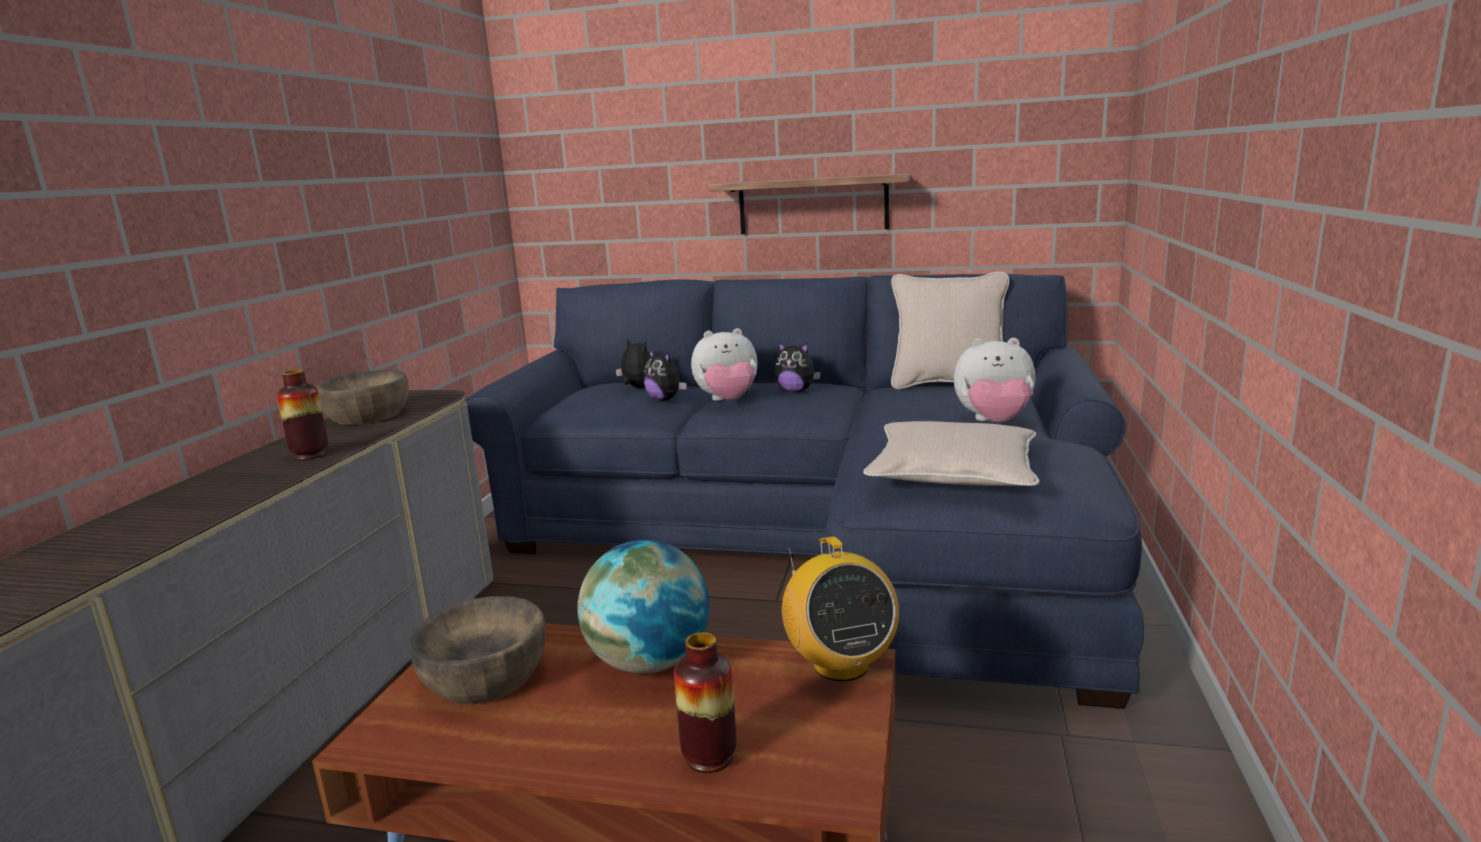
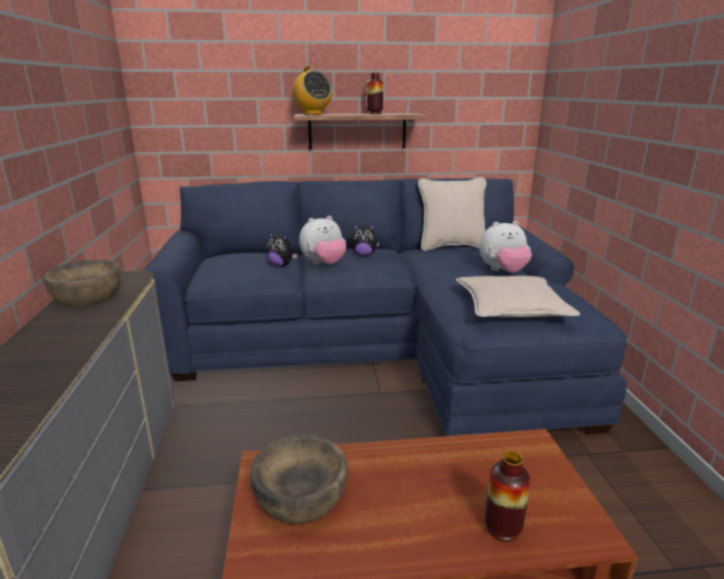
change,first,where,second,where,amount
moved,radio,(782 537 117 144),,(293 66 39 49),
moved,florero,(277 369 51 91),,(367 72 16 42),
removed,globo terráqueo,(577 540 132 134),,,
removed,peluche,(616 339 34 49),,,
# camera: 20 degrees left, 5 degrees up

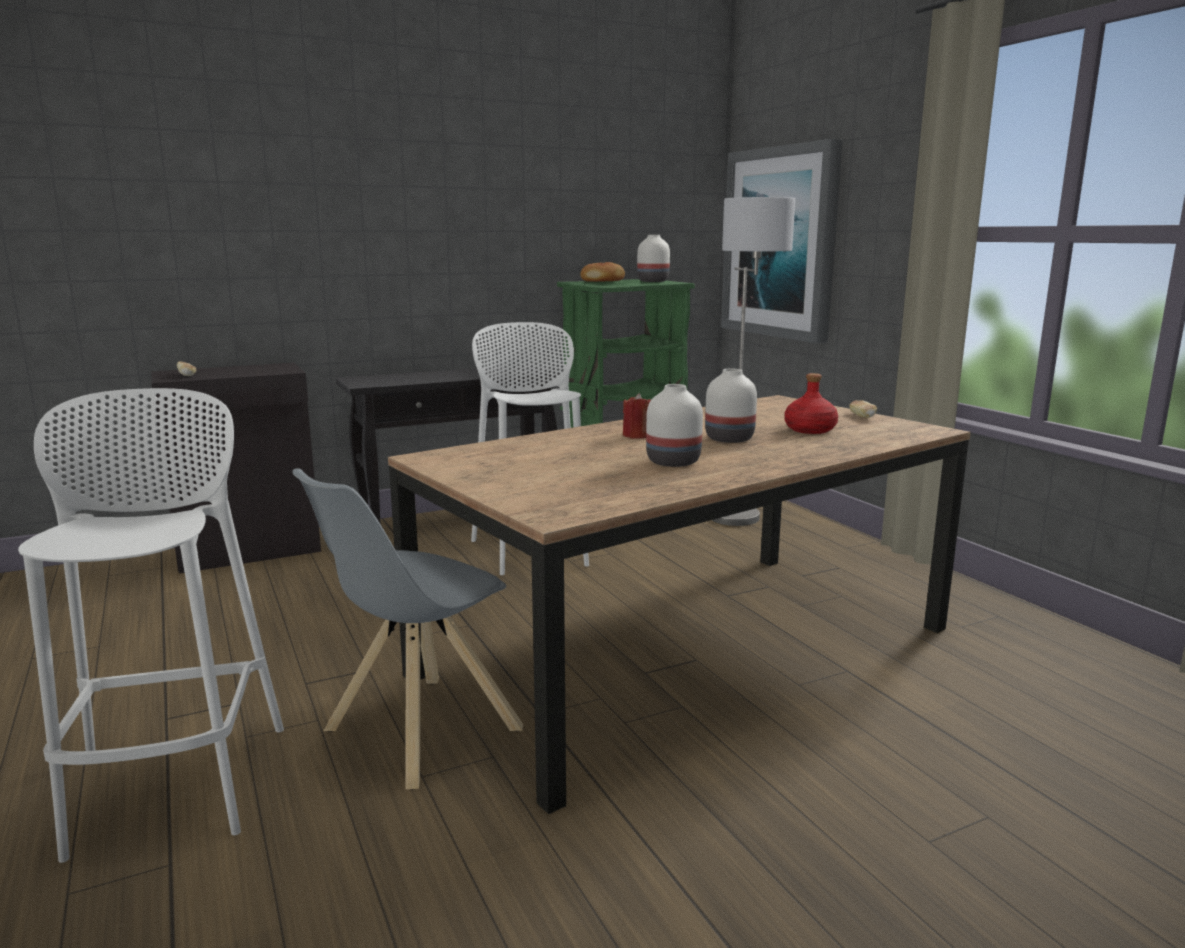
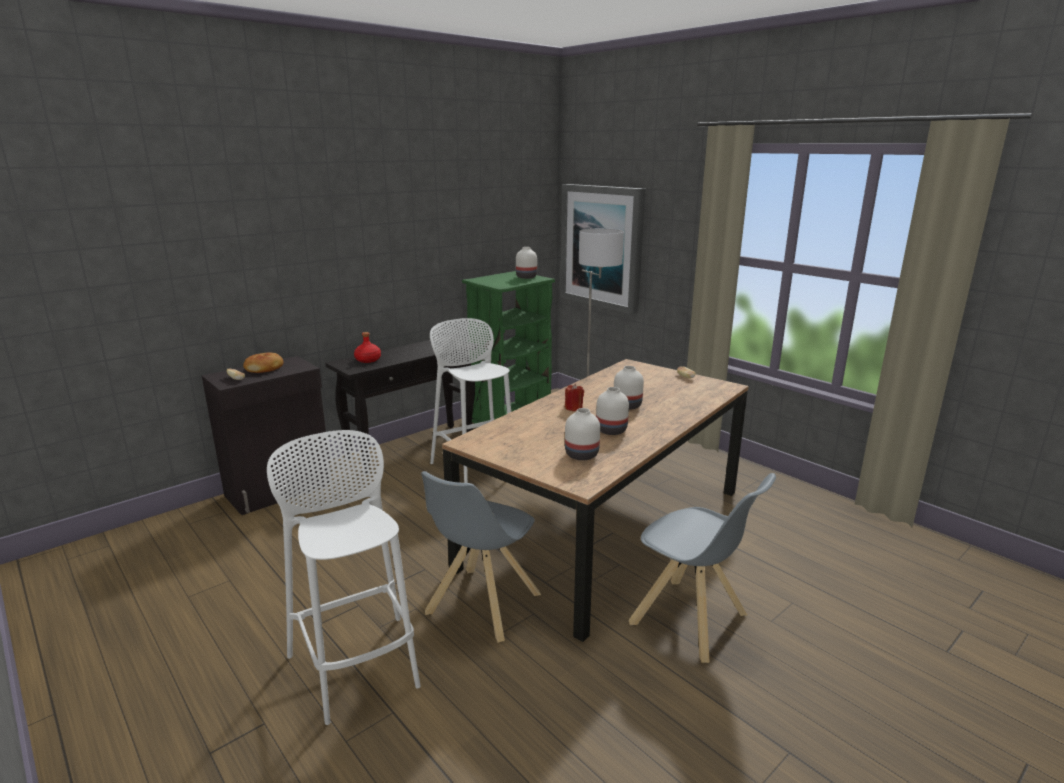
change,first,where,second,where,amount
moved,pan,(580 262 45 20),,(243 352 40 21),
moved,botella [rojo],(784 373 54 61),,(354 332 27 31),
added,,,florero [blanco],(565 408 35 52),
added,,,silla [gris],(628 473 148 190),
# camera: 15 degrees left, 5 degrees up

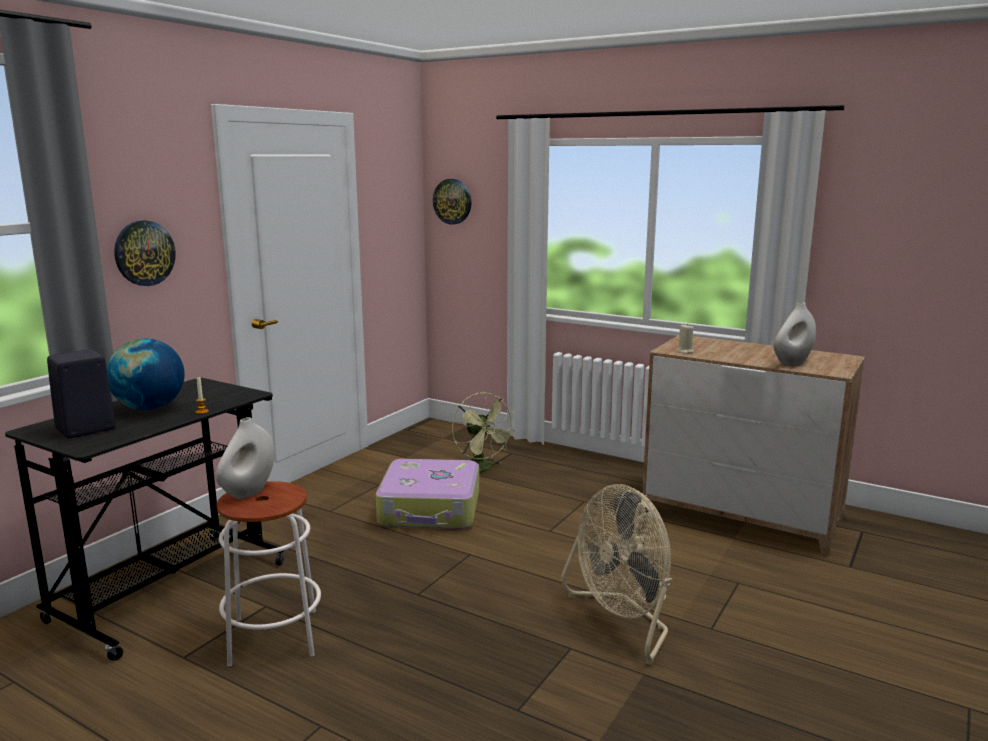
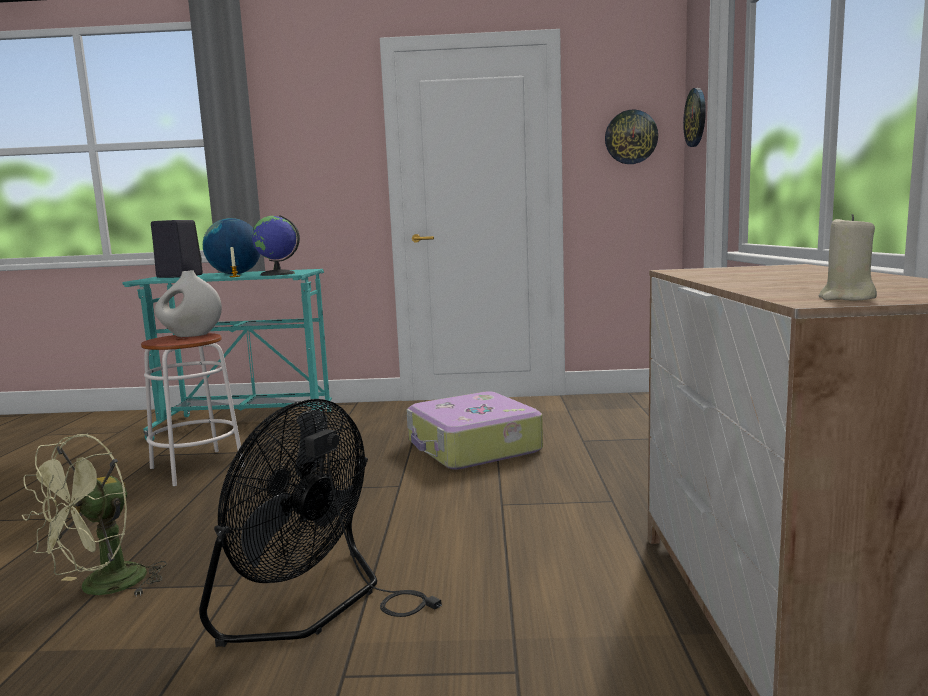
change,first,where,second,where,amount
moved,ventilador [verde],(452 392 64 80),,(22 434 145 162),
recoloured,escritorio [negro],(5 378 279 283),escritorio [turquesa],(122 269 210 172),
recoloured,ventilador [beis],(561 484 112 181),ventilador [negro],(199 399 242 248),
added,,,globo terráqueo,(252 215 48 61),
moved,reloj de pared,(114 220 62 66),,(605 110 53 54),
moved,vela [beis],(677 324 17 30),,(819 214 58 86),
removed,florero [blanco],(773 302 43 64),,,
# camera: 60 degrees right, 5 degrees down

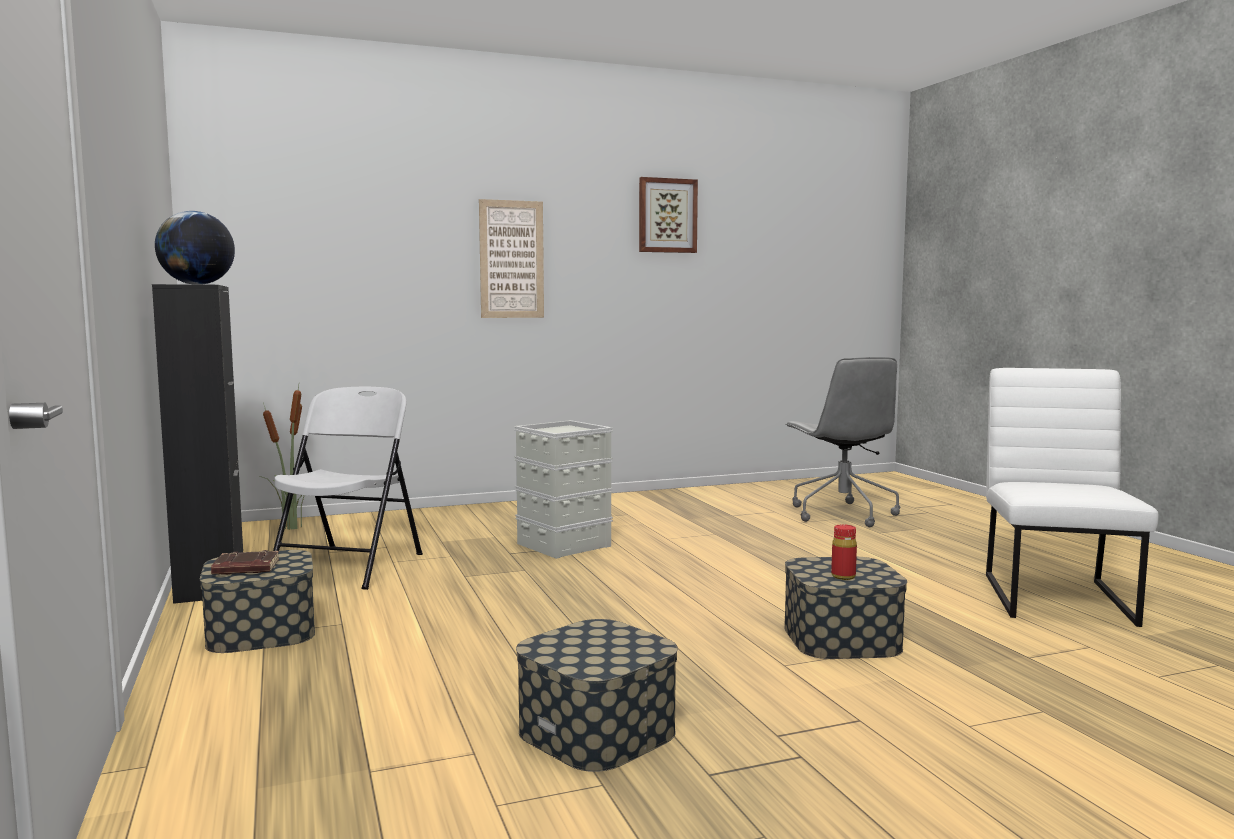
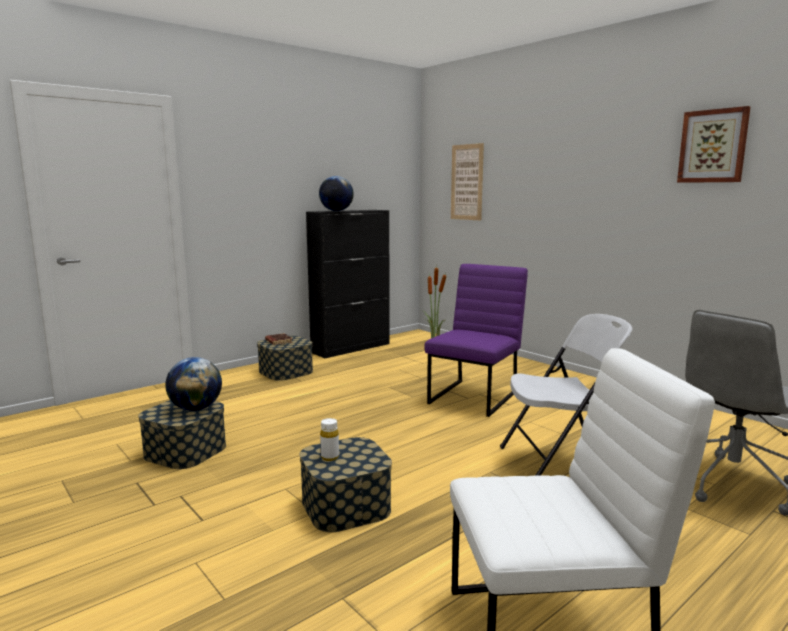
change,first,where,second,where,amount
added,,,globo terráqueo,(165 357 57 54),
recoloured,botella [rojo],(831 524 26 56),botella [blanco],(320 418 19 43),
replaced,caja de almacenaje [gris],(514 420 99 139),silla [morado],(425 264 103 153),
moved,cuadro,(479 199 65 119),,(451 143 33 78),
moved,silla [blanco],(273 387 150 203),,(500 314 132 162),
# camera: 70 degrees right, 5 degrees up

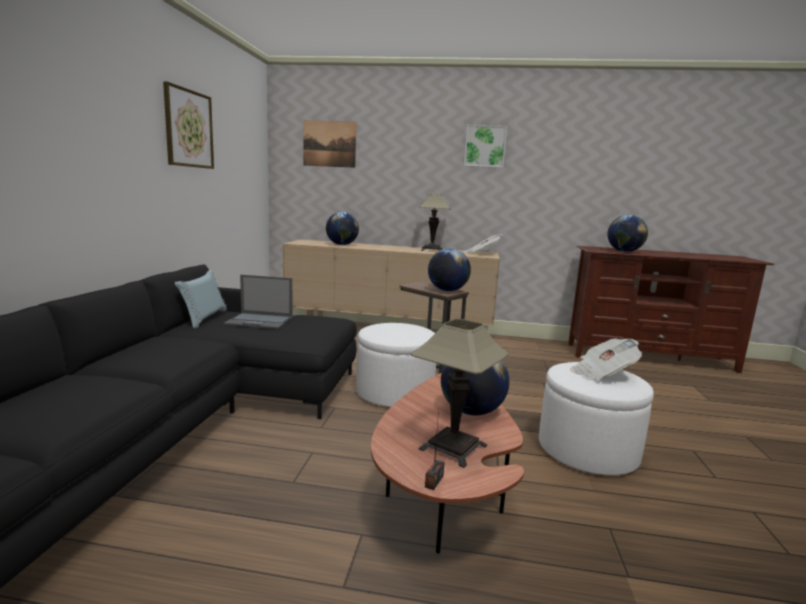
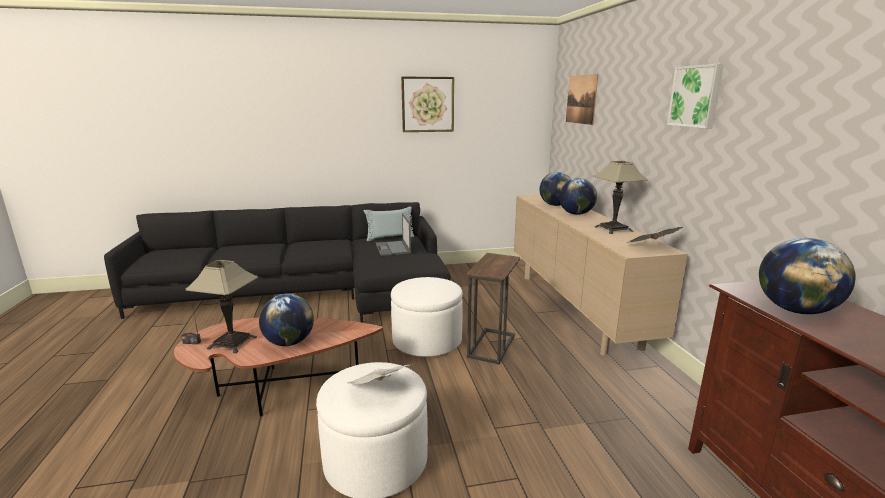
change,first,where,second,where,amount
moved,globo terráqueo,(428 248 43 43),,(559 178 38 37),
# camera: 70 degrees right, 5 degrees up

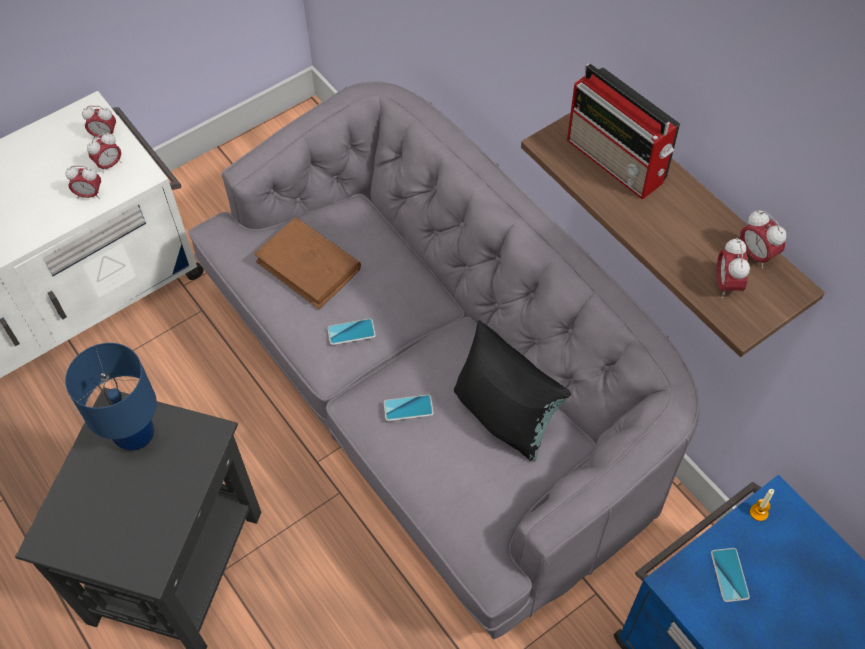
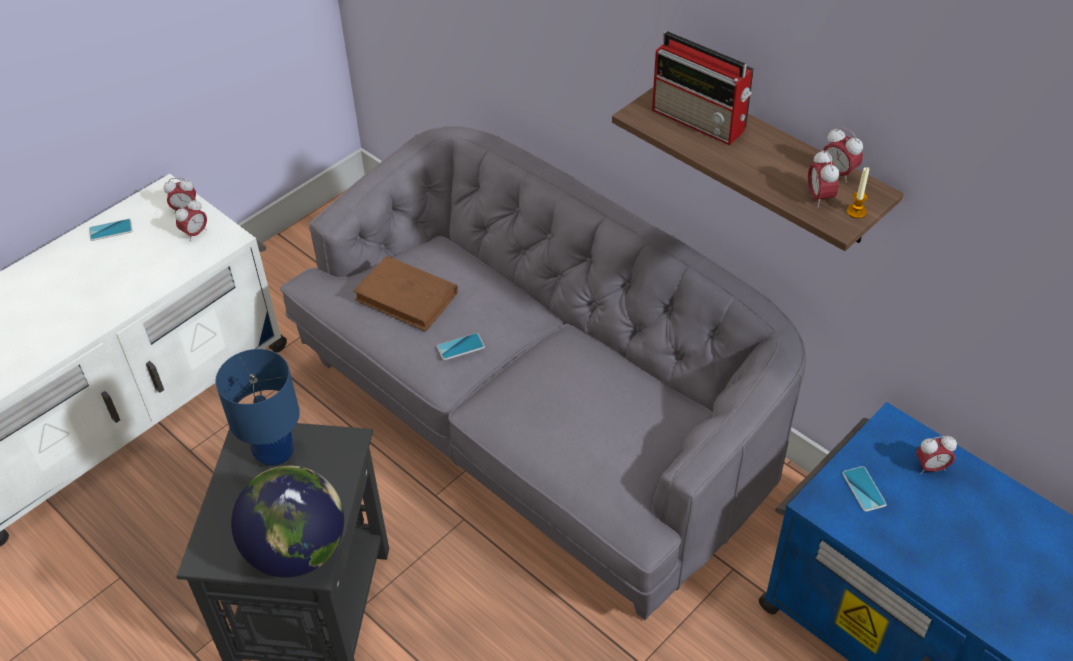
change,first,where,second,where,amount
moved,móvil,(383 395 50 26),,(89 219 44 22),
added,,,globo terráqueo,(231 466 113 112),
moved,vela,(750 489 24 32),,(847 167 22 51),
moved,despertador,(65 166 36 33),,(916 436 41 38),
removed,cojín [negro],(454 320 117 142),,,
# camera: 10 degrees left, 10 degrees down

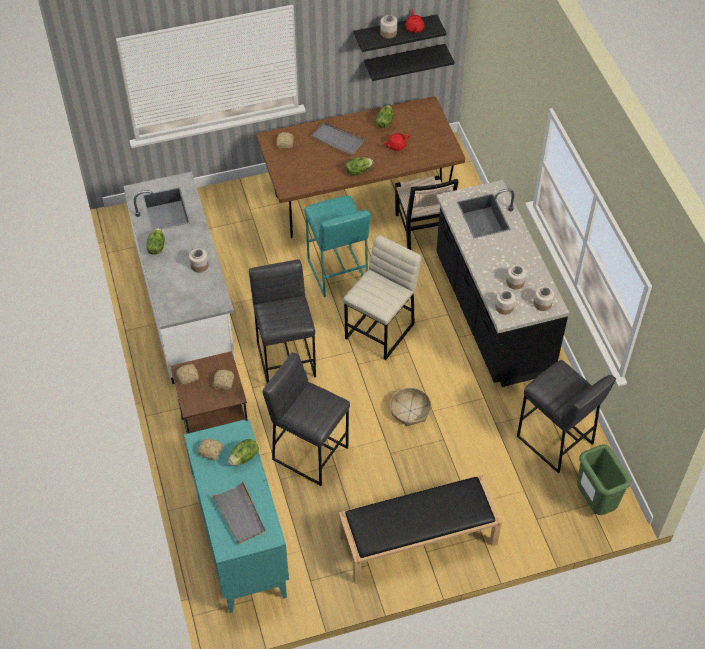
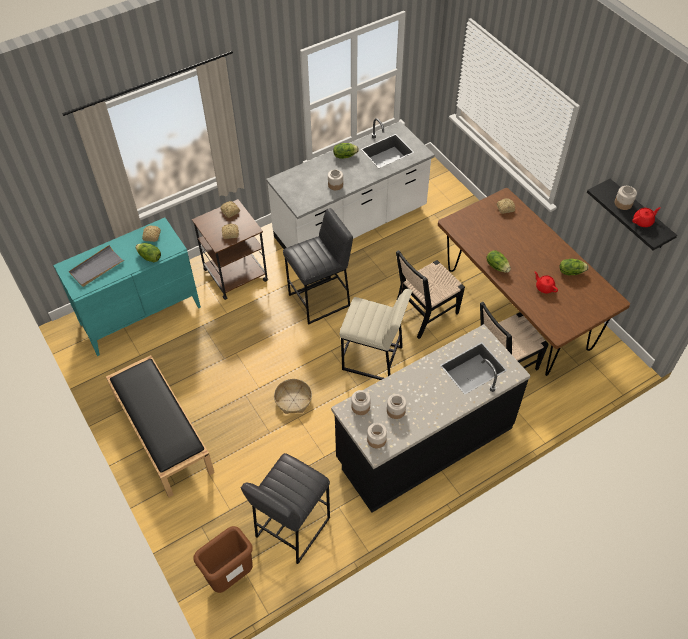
change,first,where,second,where,amount
recoloured,papelera [verde],(577 445 54 70),papelera [marrón],(193 526 60 67),
replaced,taburete [turquesa],(304 196 67 101),silla,(396 250 69 89),
removed,taburete [gris],(262 352 88 134),,,
removed,bandeja [gris],(311 122 54 33),,,
removed,estante [negro],(364 44 91 37),,,
# camera: 75 degrees right, 0 degrees up

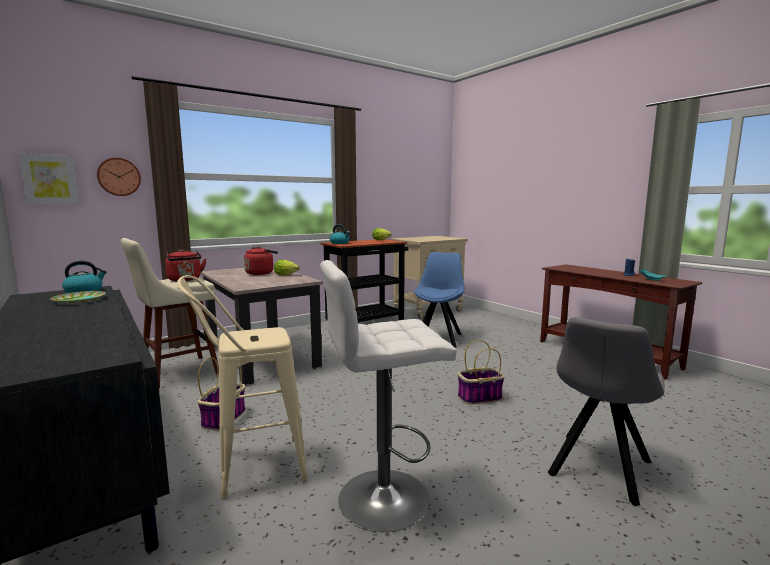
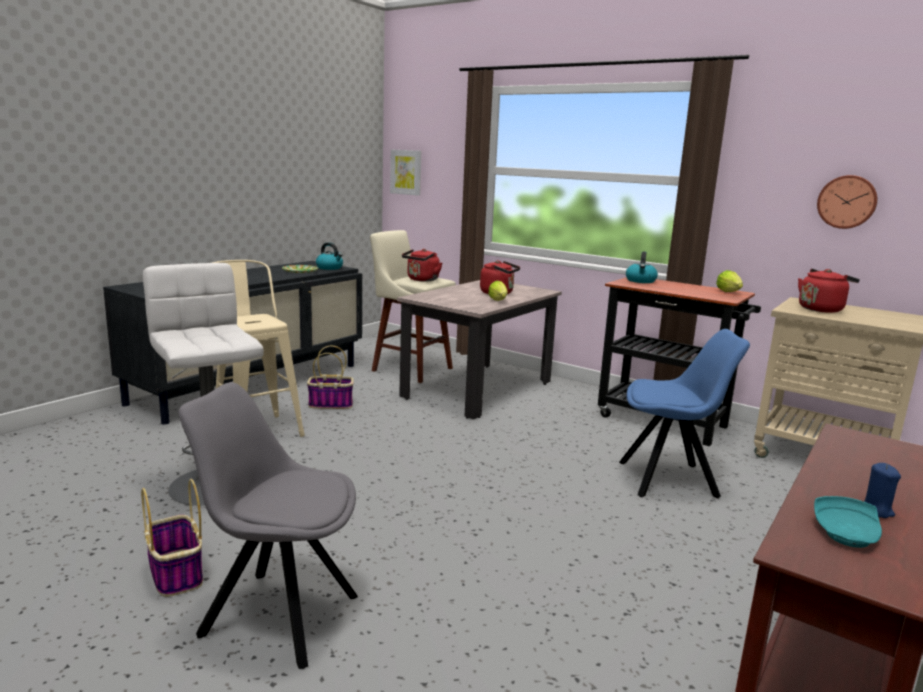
change,first,where,second,where,amount
moved,cesta,(458 340 47 64),,(141 479 62 118),
added,,,hervidor [rojo],(798 269 62 44),
moved,reloj de pared,(97 158 44 38),,(817 175 61 54),
# camera: 70 degrees right, 5 degrees up

